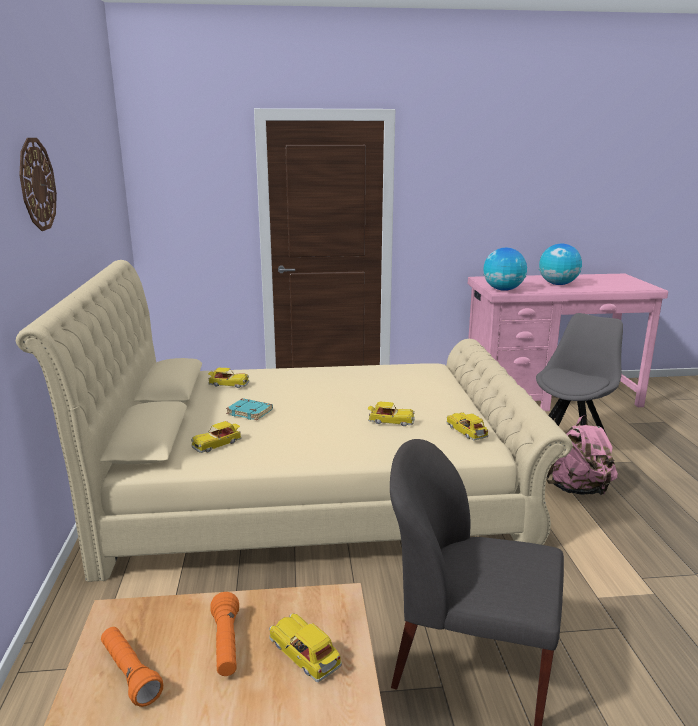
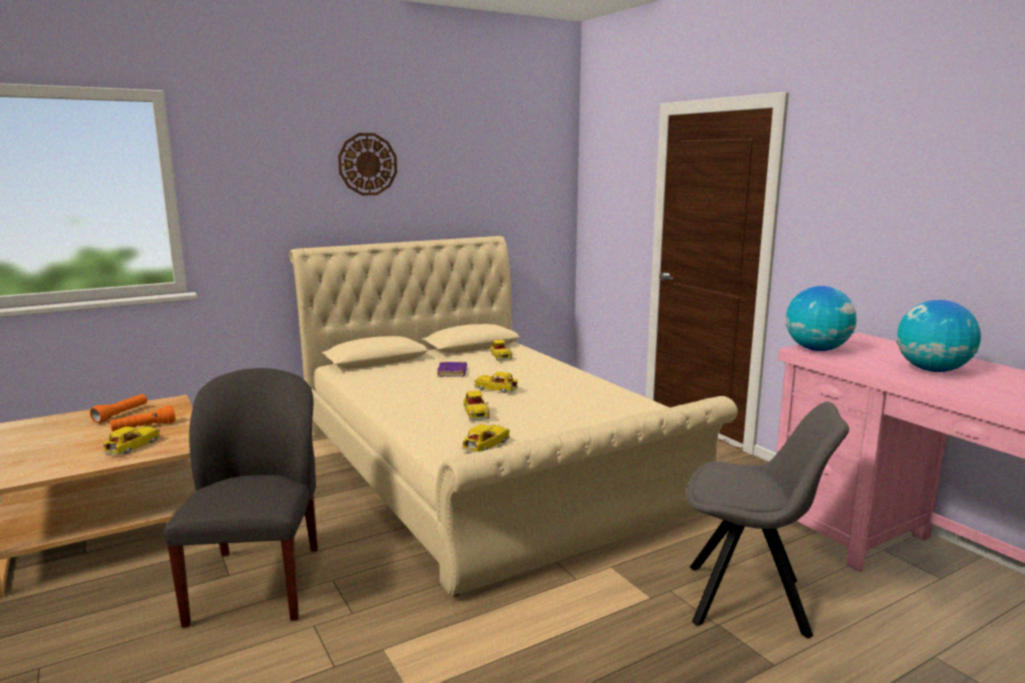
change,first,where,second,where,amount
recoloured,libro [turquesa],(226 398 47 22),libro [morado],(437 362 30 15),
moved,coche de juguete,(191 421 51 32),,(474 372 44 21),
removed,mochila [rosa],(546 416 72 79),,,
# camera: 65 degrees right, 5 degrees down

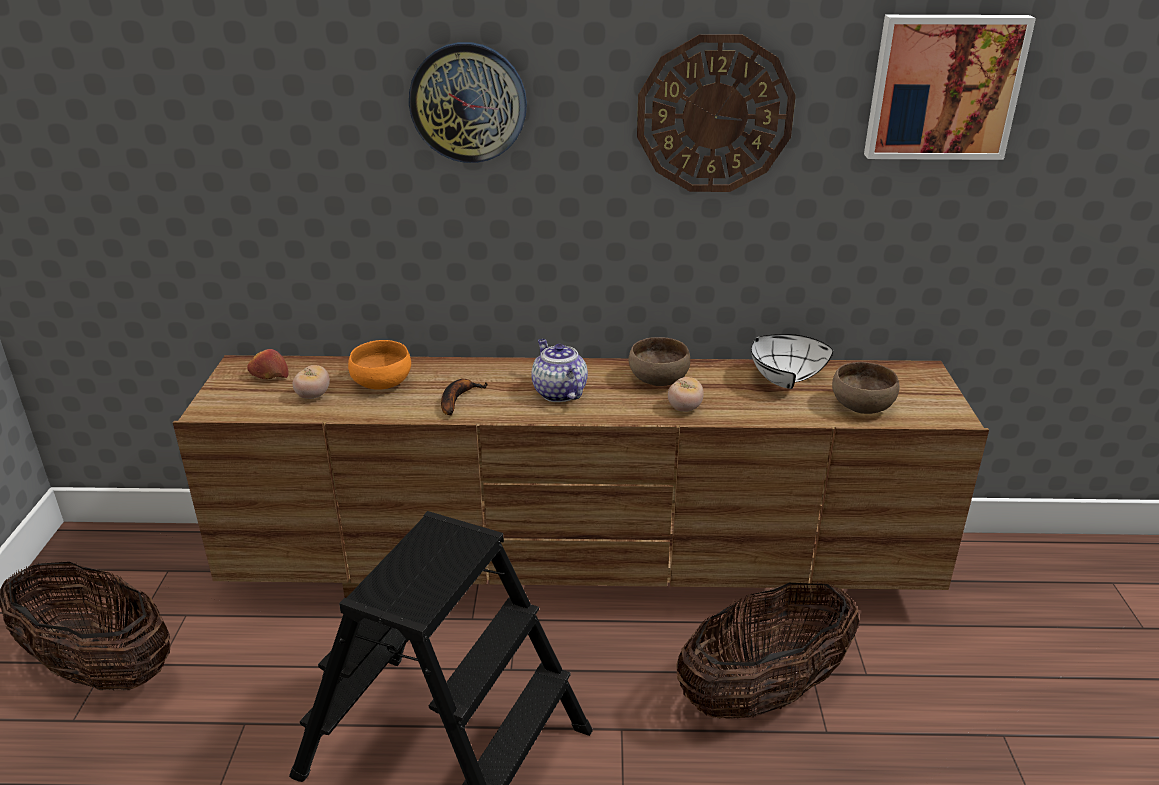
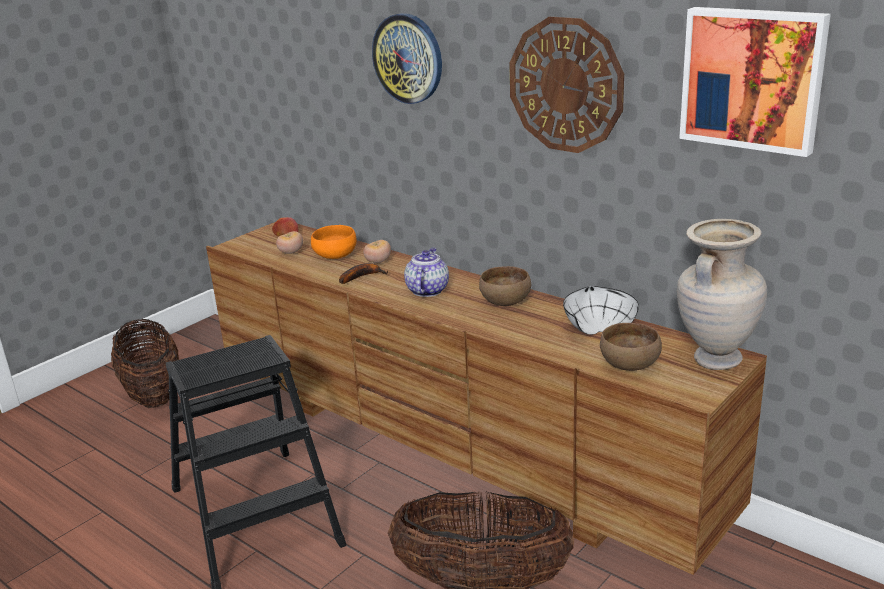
change,first,where,second,where,amount
moved,tomate,(668 377 36 35),,(363 240 28 23),
added,,,florero [beis],(677 219 90 151),
# camera: 40 degrees right, 5 degrees down

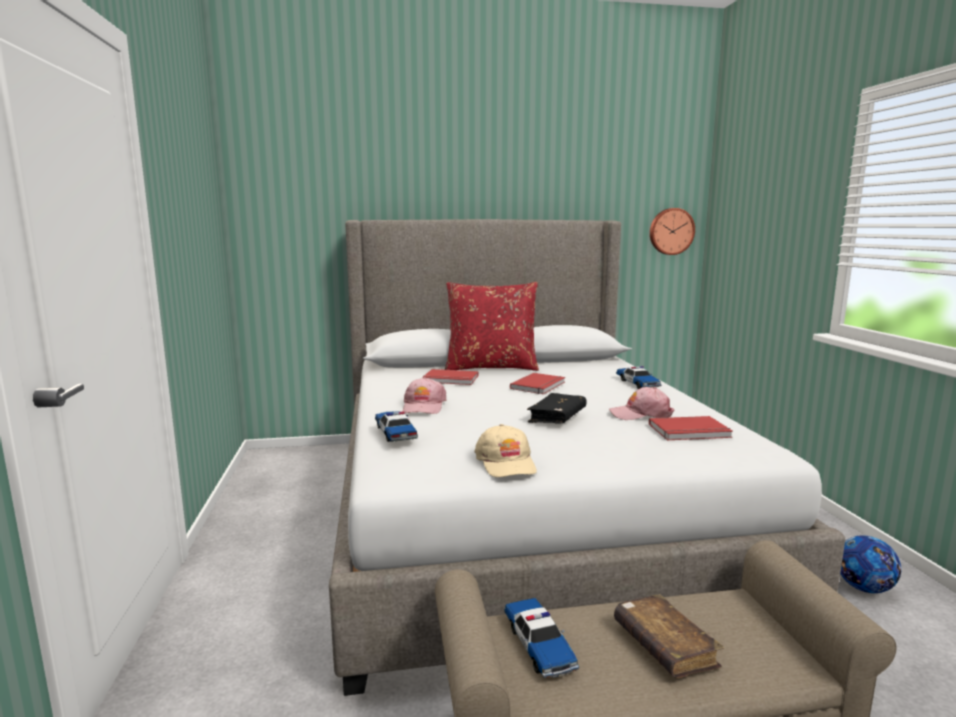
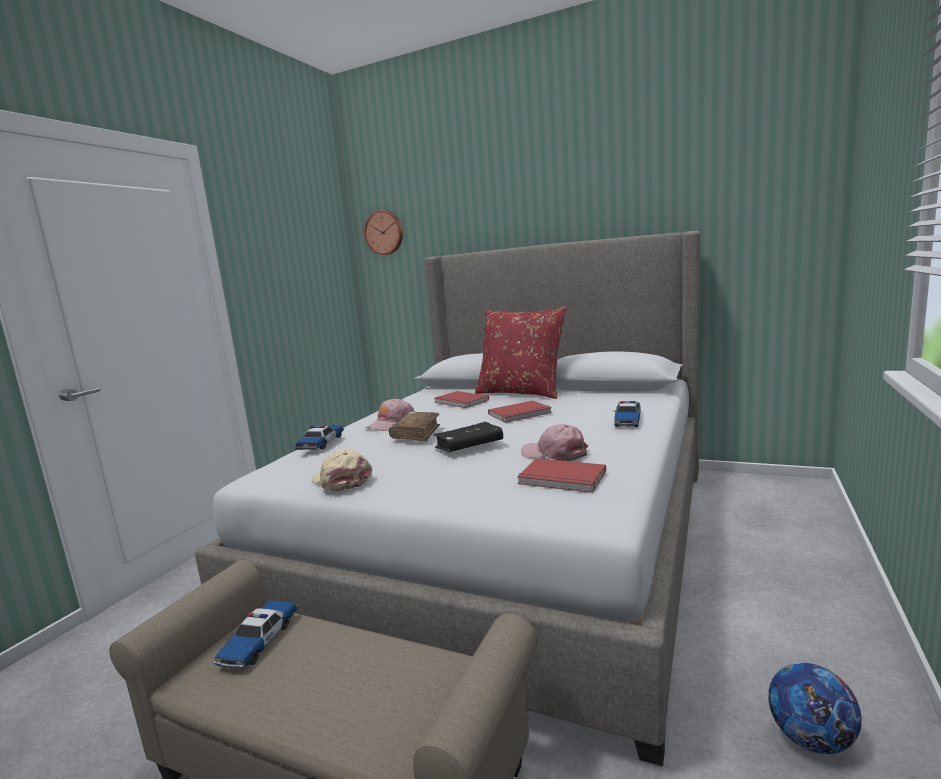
change,first,where,second,where,amount
turned,gorra [beis],(474 424 63 53),,(312 450 60 42),120 degrees clockwise
moved,reloj de pared,(650 208 45 47),,(364 210 39 45),
moved,libro [marrón],(614 594 110 84),,(389 412 51 30),
# camera: 35 degrees right, 0 degrees up

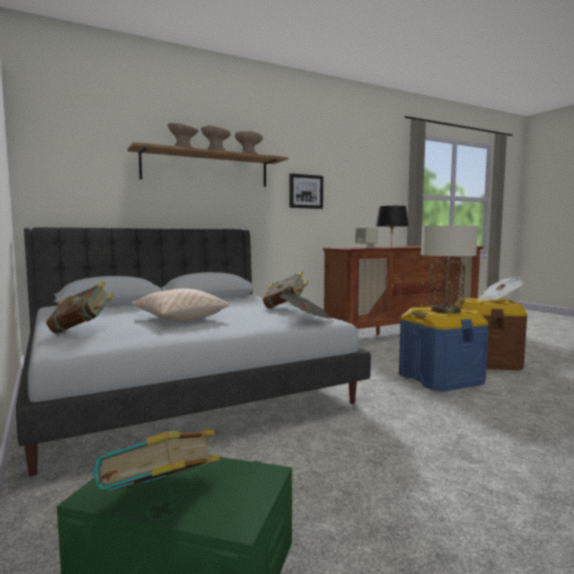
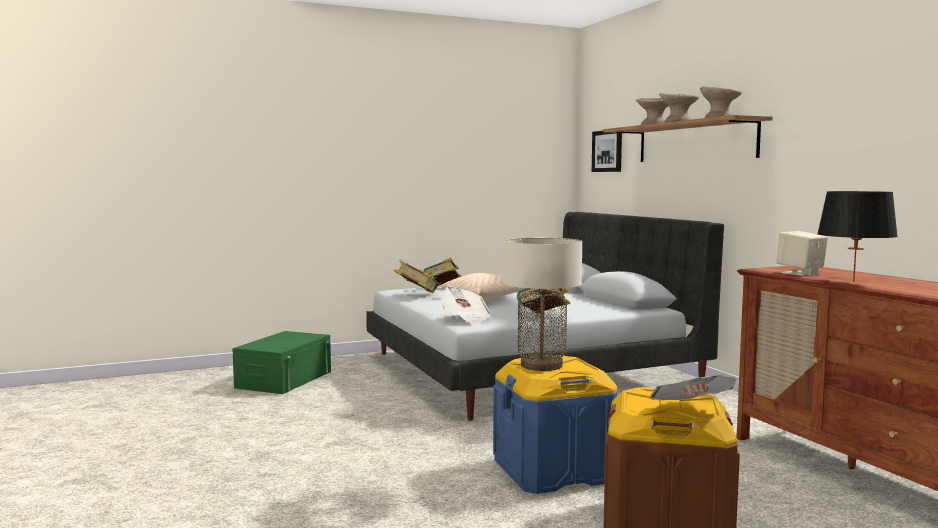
change,first,where,second,where,amount
moved,libro,(94 430 126 61),,(394 260 44 33),
moved,cuadro,(289 173 34 36),,(592 131 30 41),
# camera: 95 degrees right, 0 degrees up

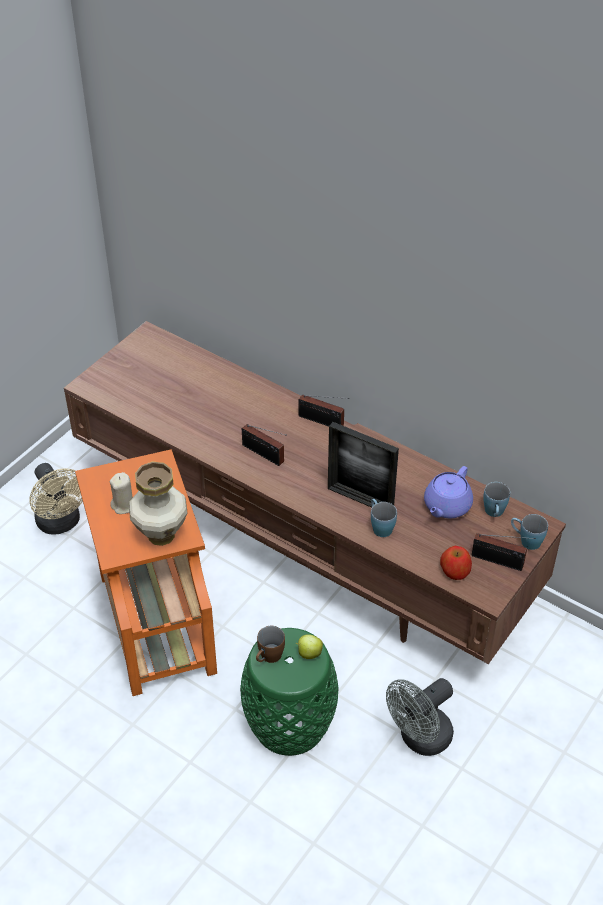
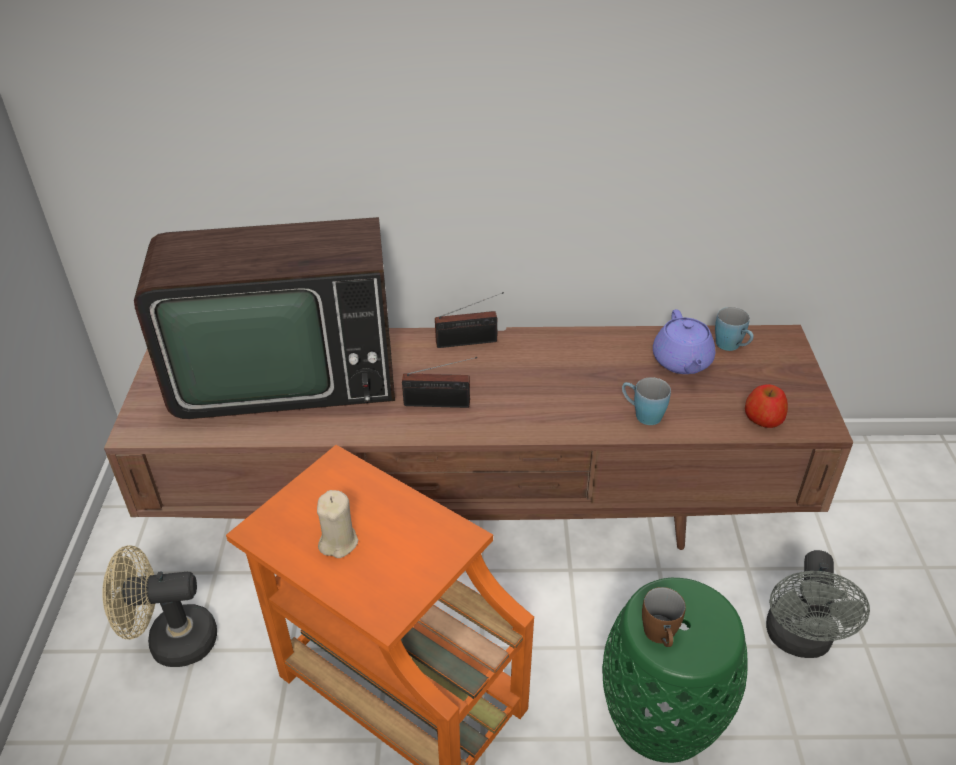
change,first,where,second,where,amount
turned,ventilador [beis],(29 463 54 71),,(102 546 115 121),150 degrees clockwise
added,,,televisor,(134 217 261 202),
removed,florero,(129 461 58 85),,,
removed,manzana,(296 634 27 25),,,
removed,portarretratos,(328 422 71 86),,,
removed,radio,(472 533 64 38),,,
removed,taza grande [azul],(511 514 37 36),,,
# camera: 35 degrees left, 5 degrees down

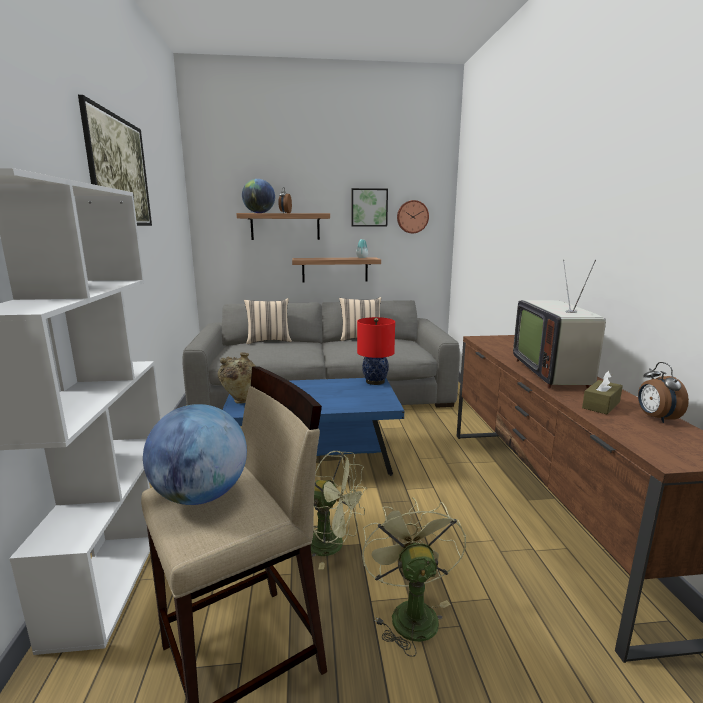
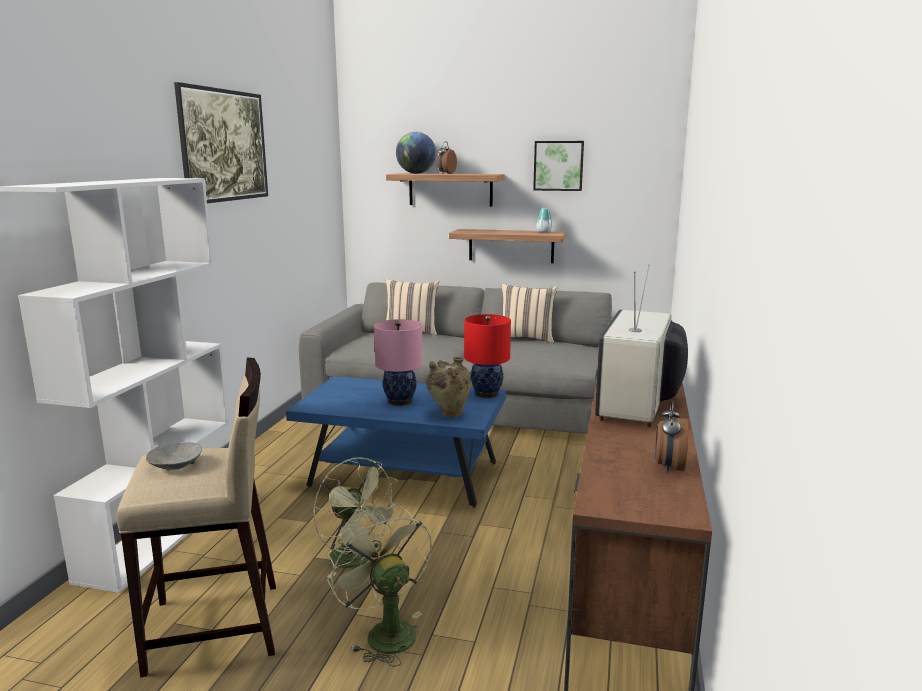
change,first,where,second,where,amount
replaced,globo terráqueo,(143 404 104 101),cuenco [gris],(146 442 56 29),
turned,ventilador [verde],(362 498 104 159),,(327 509 105 158),45 degrees counterclockwise
added,,,lámpara de mesa [rosa],(374 319 49 87),
moved,florero [beis],(218 352 38 52),,(426 357 45 60),
removed,reloj de pared,(397 200 32 33),,,
removed,caja de pañuelos [marrón],(582 371 41 43),,,
# camera: 20 degrees right, 0 degrees up

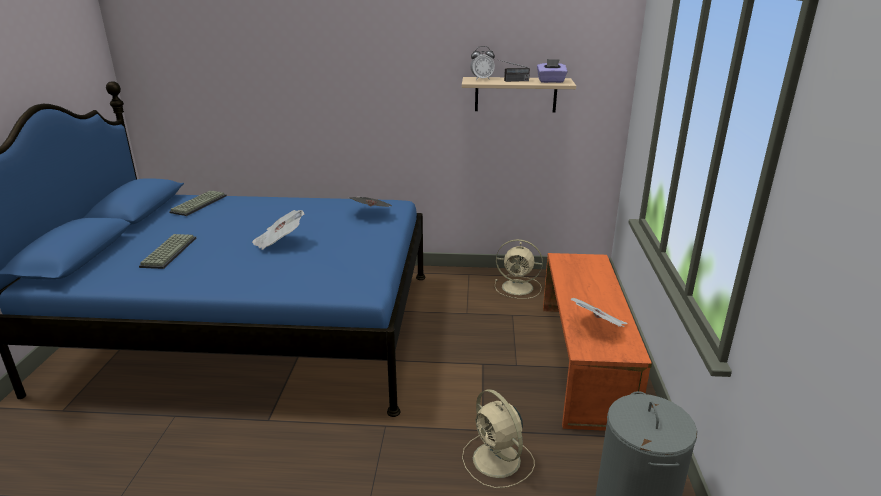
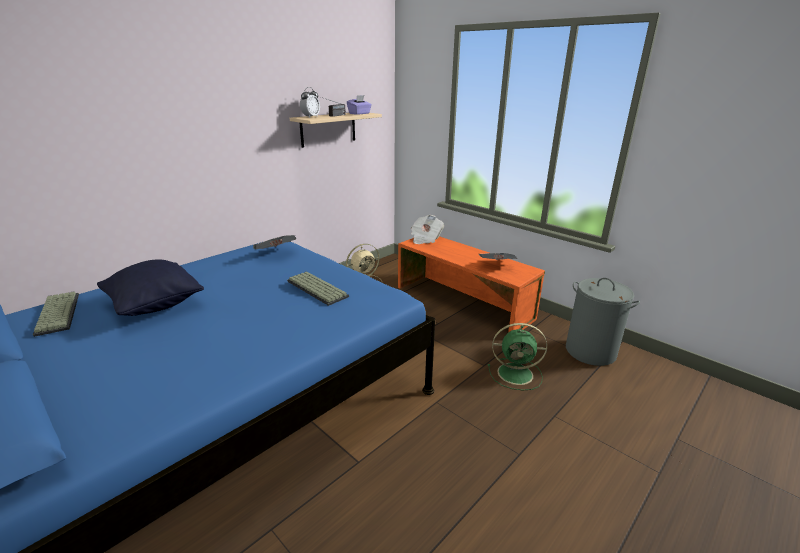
change,first,where,second,where,amount
added,,,cojín [negro],(97 259 107 57),
moved,teclado,(139 234 57 35),,(287 271 62 35),
moved,periódico,(252 210 52 40),,(411 215 33 29),
recoloured,ventilador [beis],(462 389 73 99),ventilador [verde],(488 323 59 67),
# camera: 50 degrees left, 0 degrees up

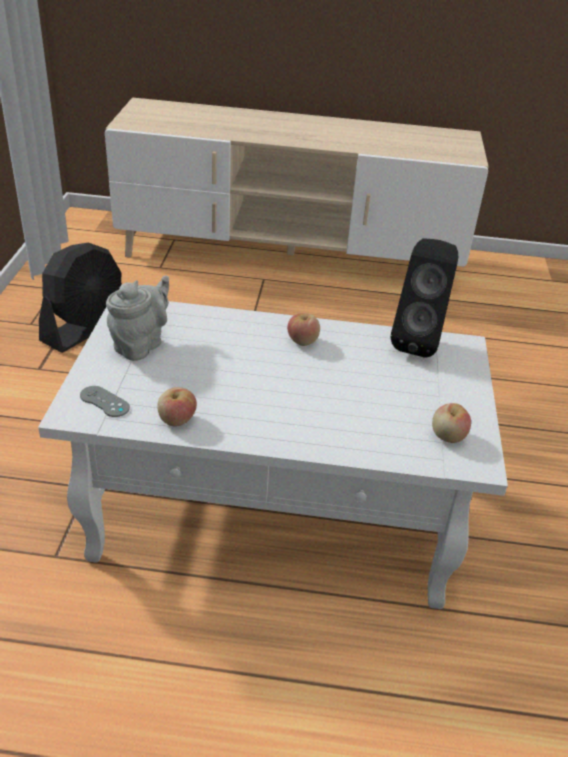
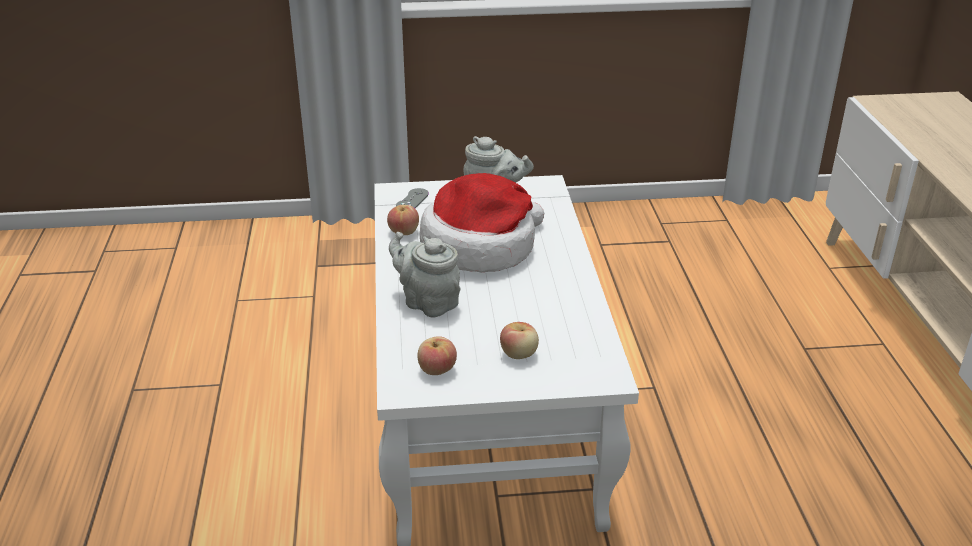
change,first,where,second,where,amount
added,,,tetera [gris],(389 232 71 85),
added,,,sombrero,(420 173 124 99),
moved,manzana,(287 313 33 33),,(500 322 39 37),
removed,ventilador [negro],(39 243 83 110),,,
removed,altavoz [negro],(391 238 67 120),,,
# camera: 80 degrees right, 5 degrees down

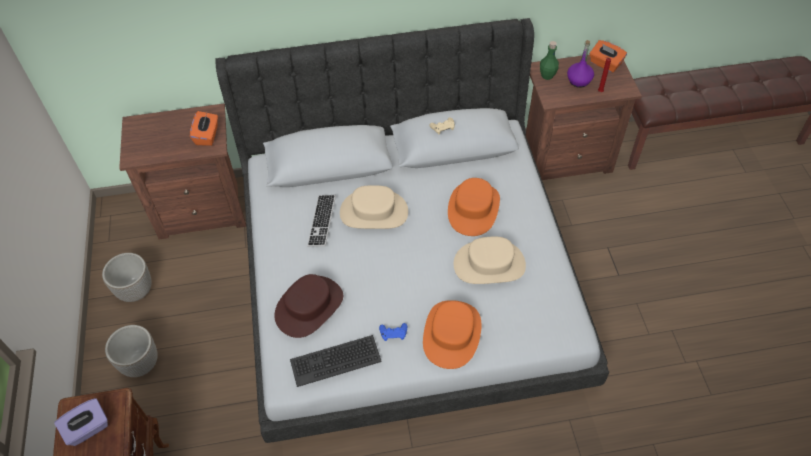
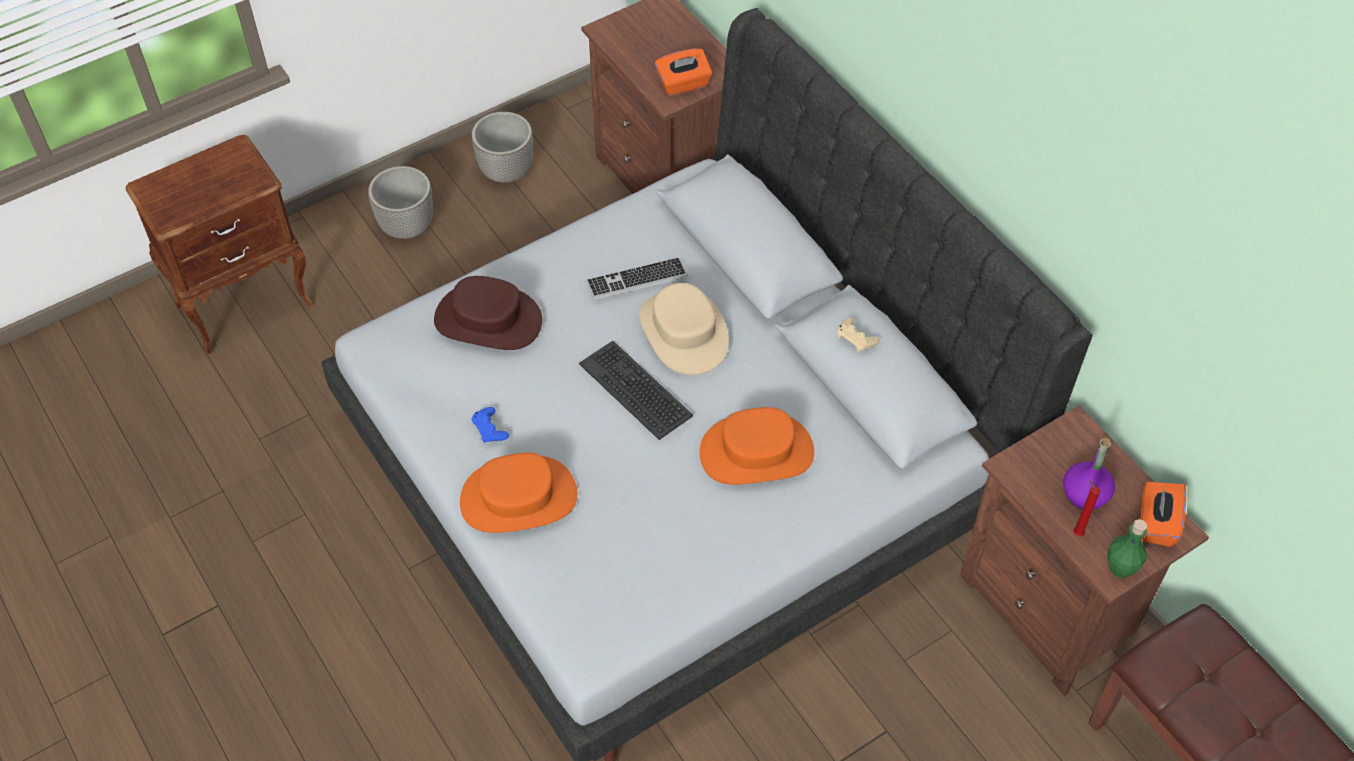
change,first,where,second,where,amount
moved,teclado,(290 335 92 52),,(579 341 114 99),
moved,botella [verde],(540 41 19 39),,(1107 519 40 59),
removed,caja de pañuelos [morado],(54 398 54 48),,,
removed,sombrero [beis],(454 237 72 47),,,
# camera: 65 degrees right, 0 degrees up

